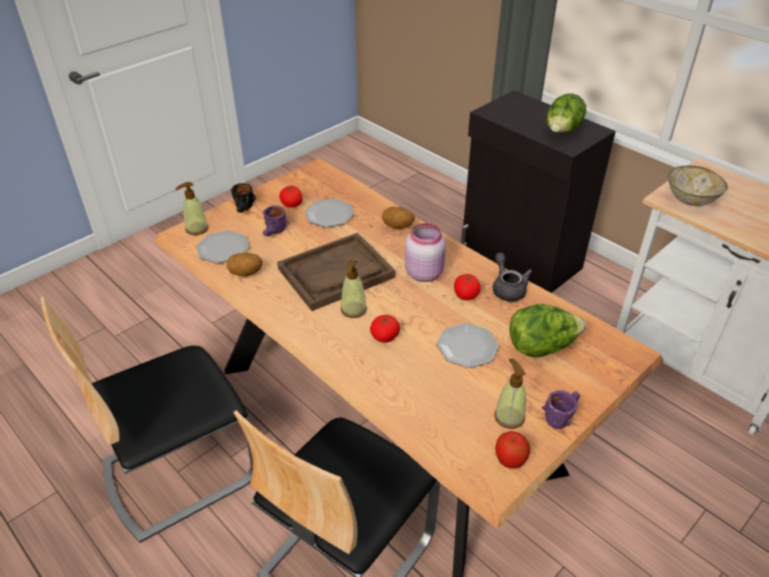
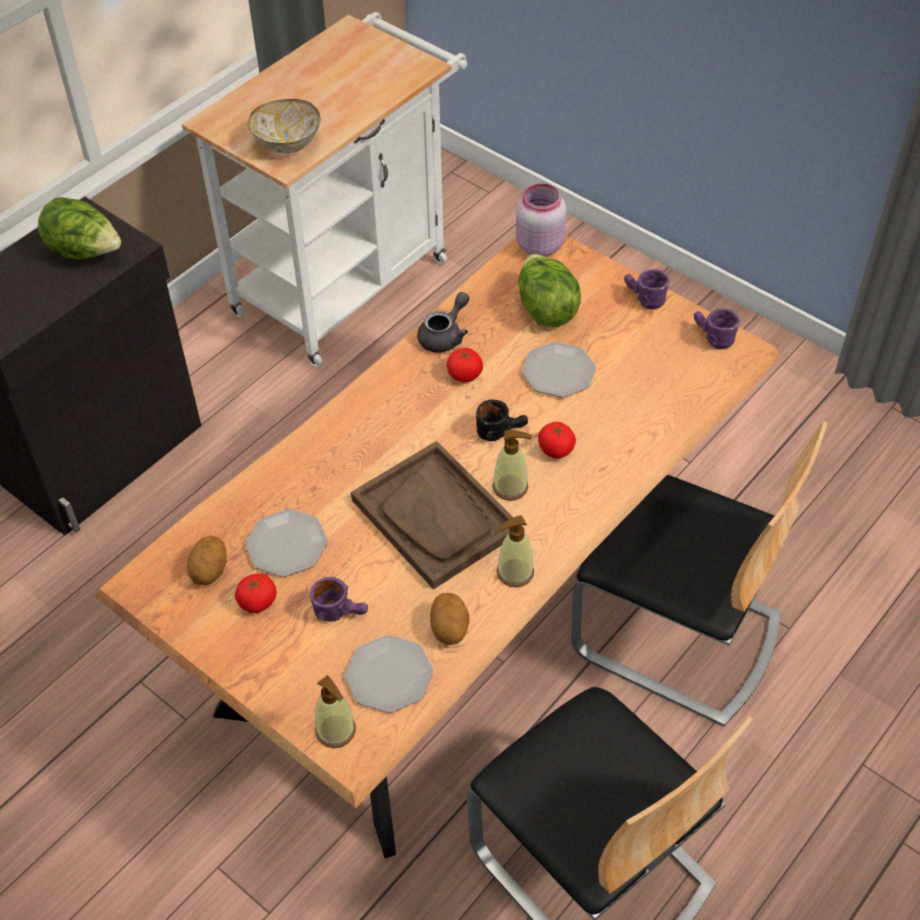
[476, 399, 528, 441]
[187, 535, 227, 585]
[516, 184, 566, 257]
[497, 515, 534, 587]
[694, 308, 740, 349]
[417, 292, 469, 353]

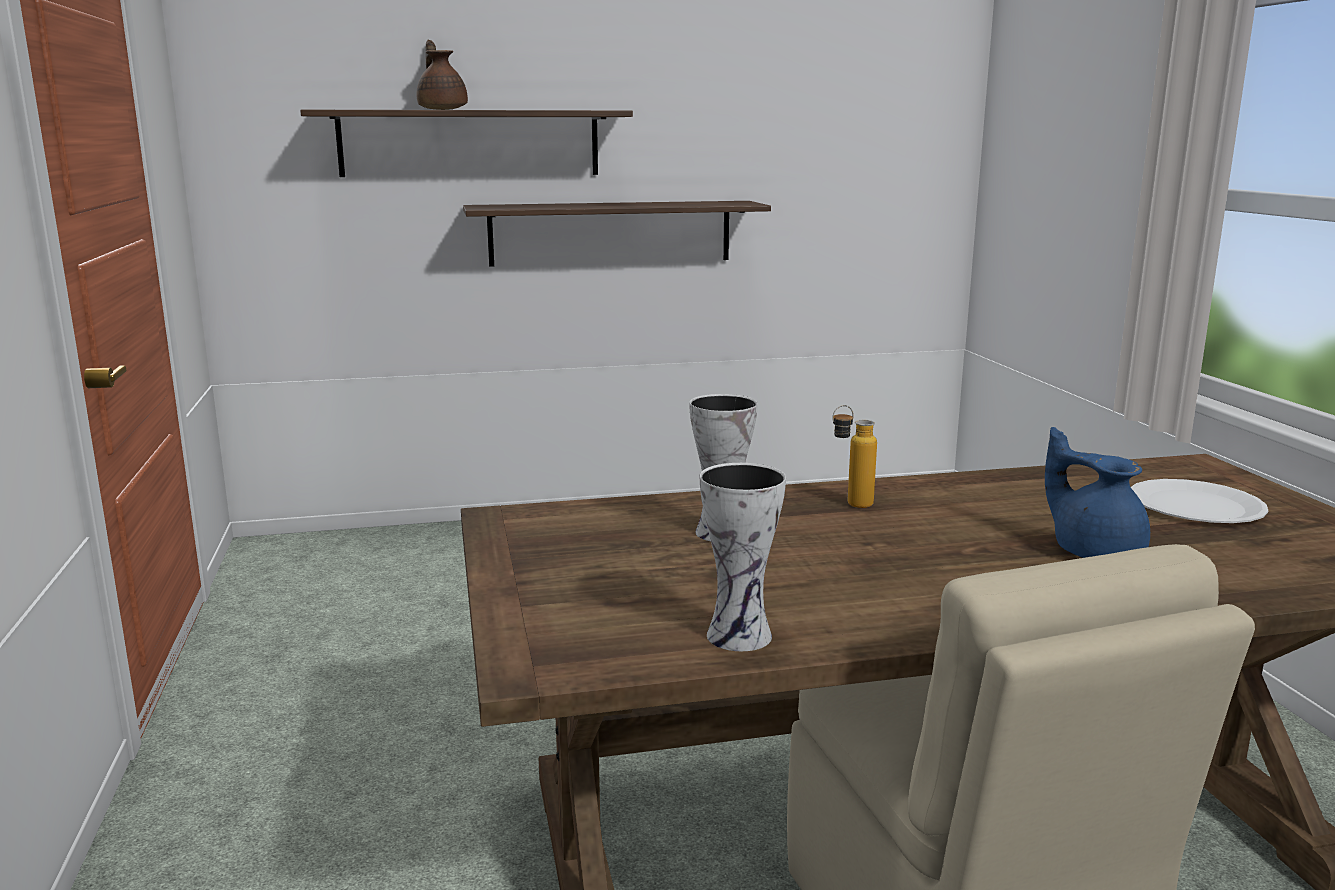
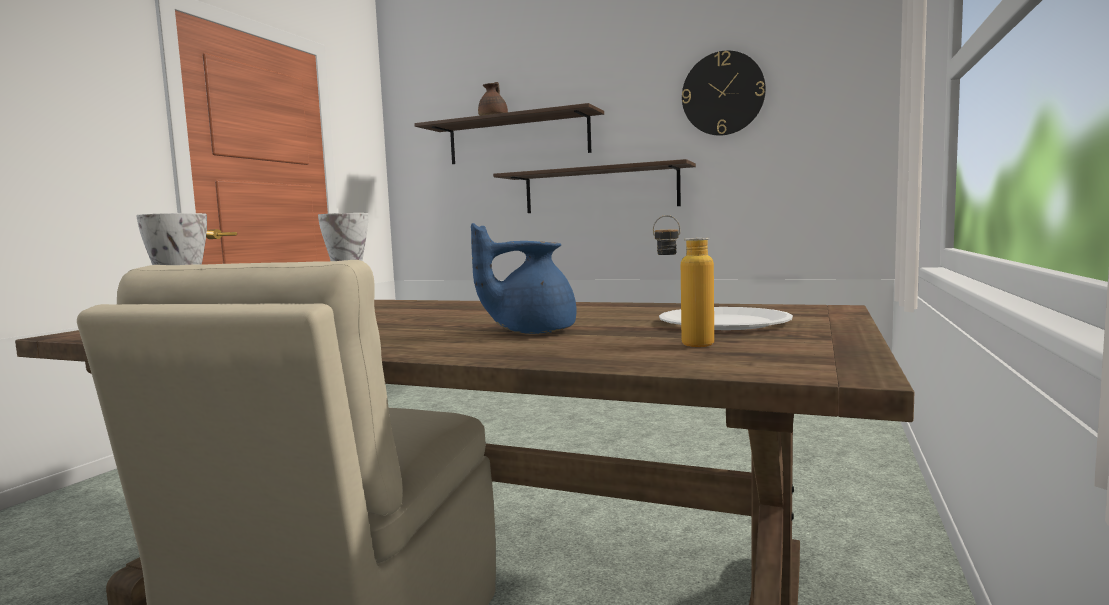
[682, 51, 766, 136]
[653, 215, 714, 347]
[471, 223, 576, 334]

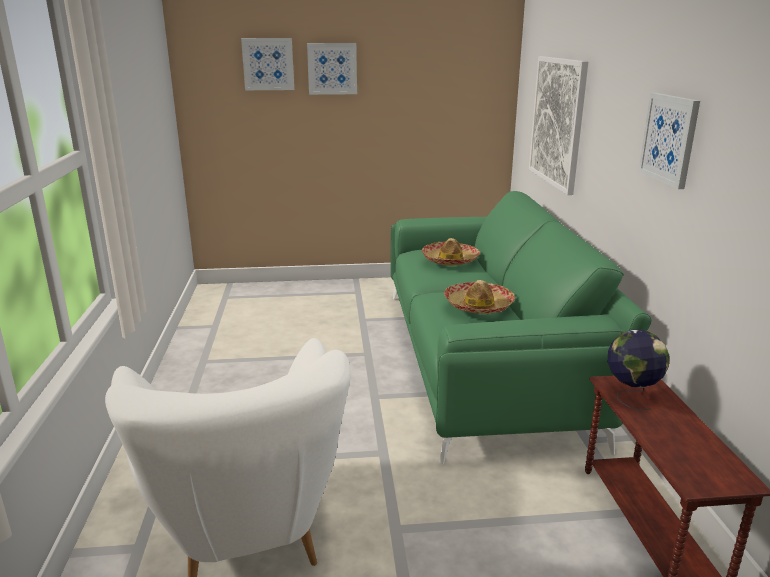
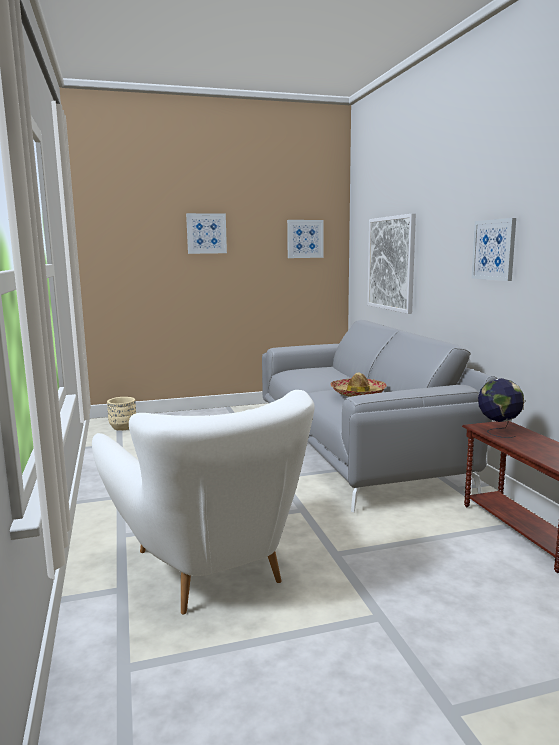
[422, 238, 480, 266] (first image)
[107, 397, 136, 431]
[287, 220, 324, 258]
[262, 320, 497, 512]

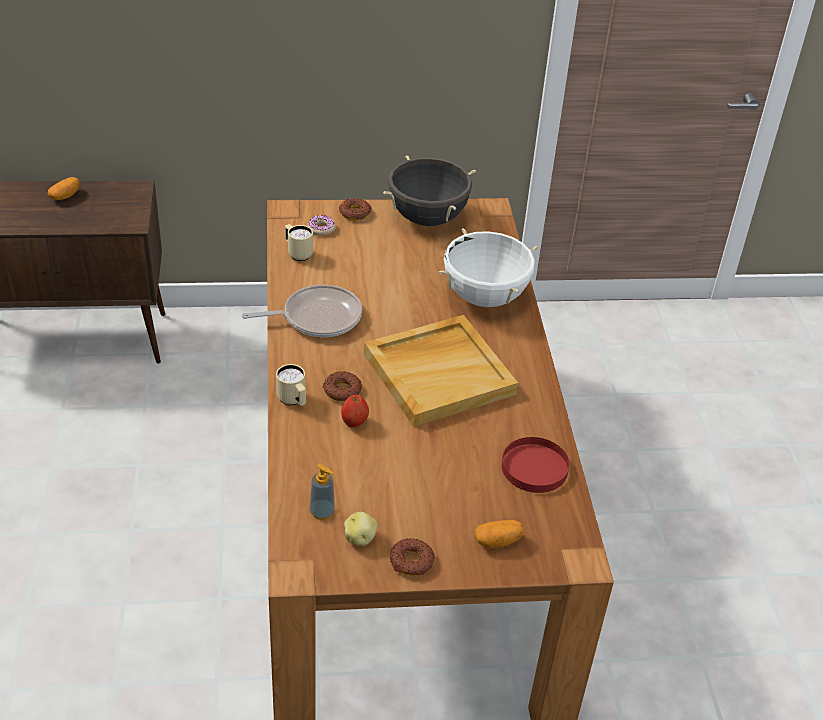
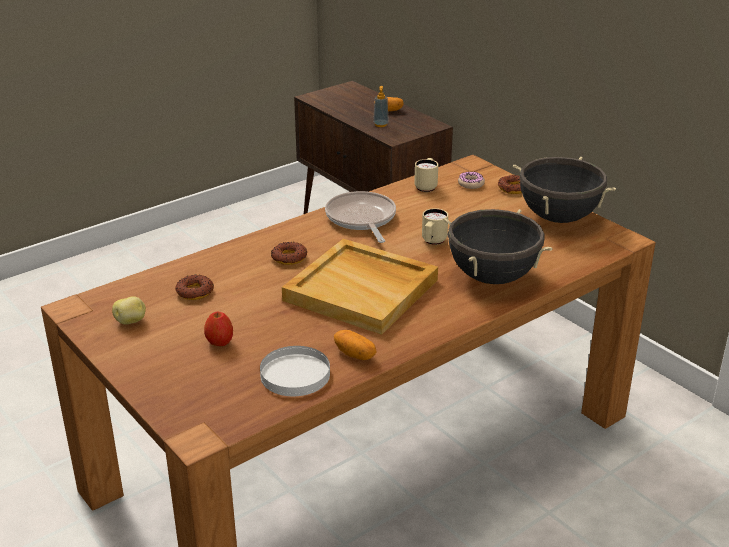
[422, 208, 448, 245]
[373, 86, 389, 127]
[204, 312, 233, 346]
[175, 275, 214, 300]
[334, 330, 377, 360]
[442, 209, 553, 284]
[260, 346, 330, 396]
[325, 191, 396, 243]

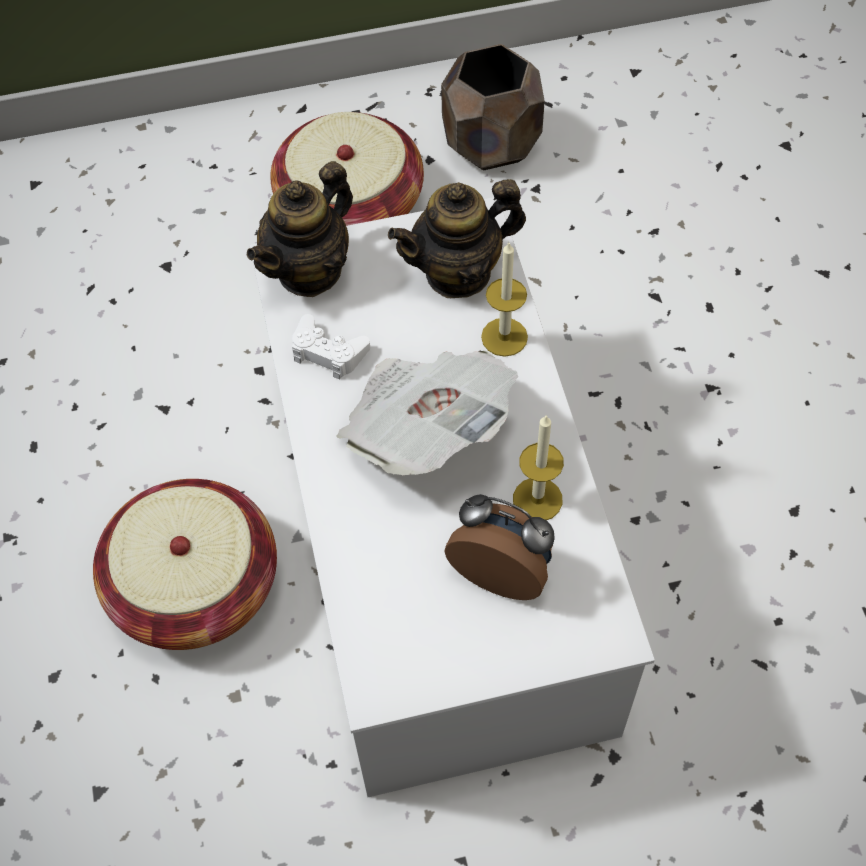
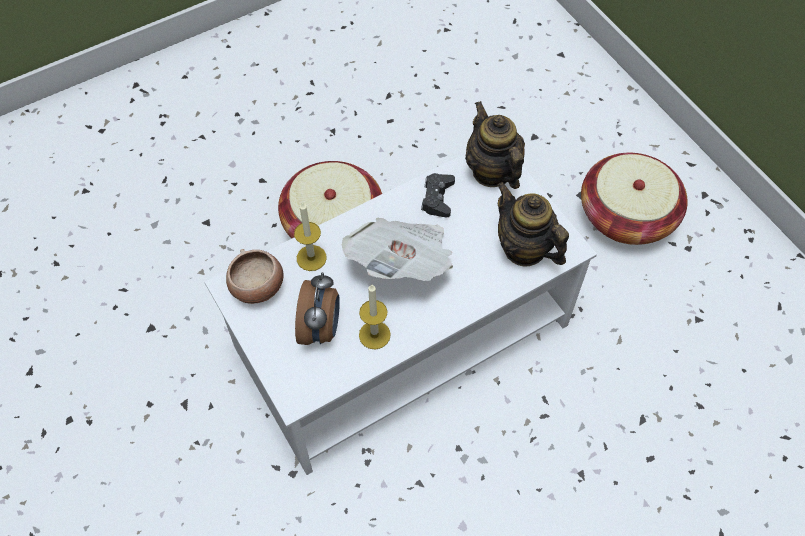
[441, 44, 545, 170] (first image)
[226, 249, 283, 304]
[294, 202, 327, 271]
[421, 173, 455, 218]
[465, 101, 525, 189]

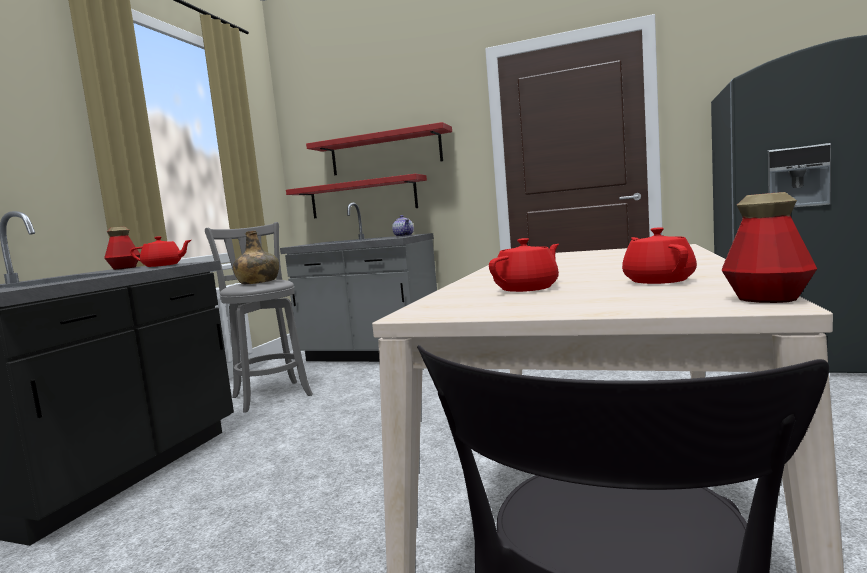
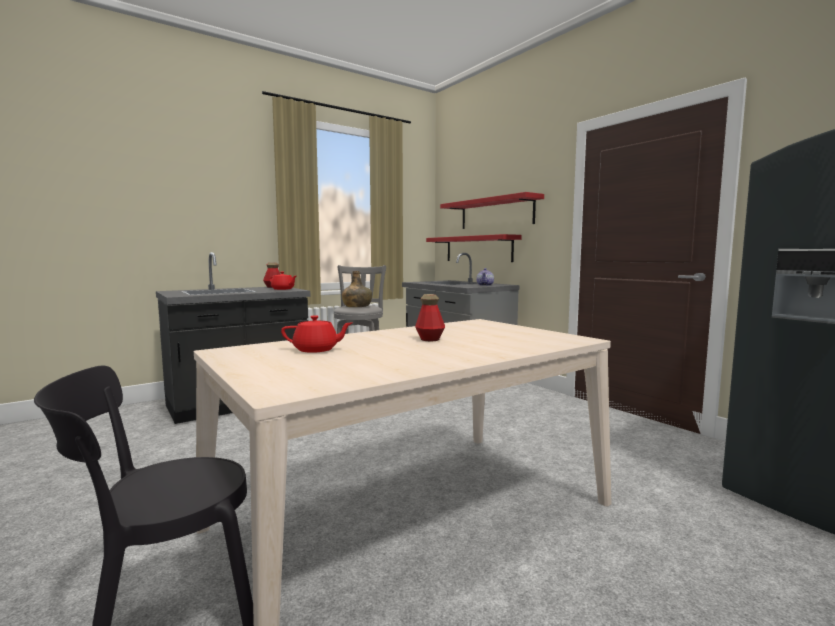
[622, 228, 697, 284] (first image)
[415, 294, 445, 341]

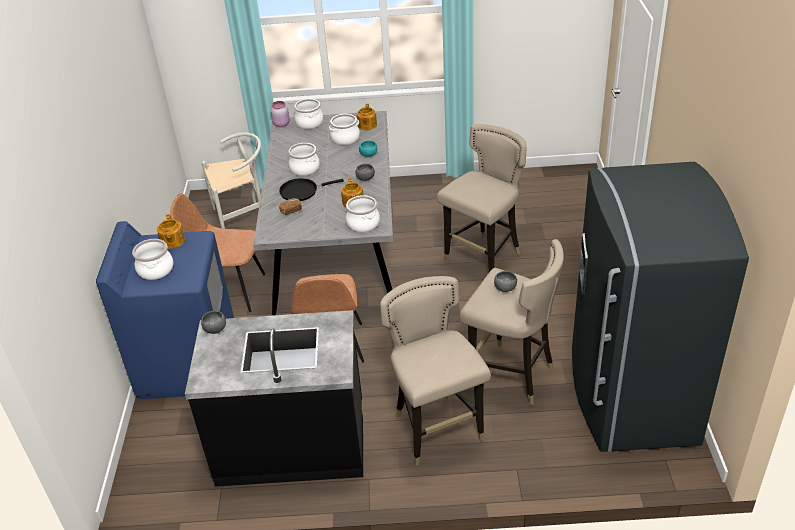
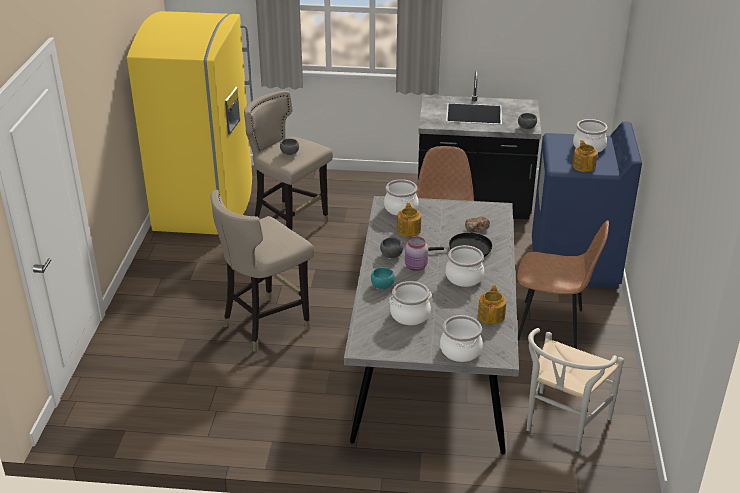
[380, 276, 491, 466] (first image)
[405, 237, 428, 271]
[478, 285, 507, 324]
[127, 11, 253, 235]
[527, 328, 624, 452]

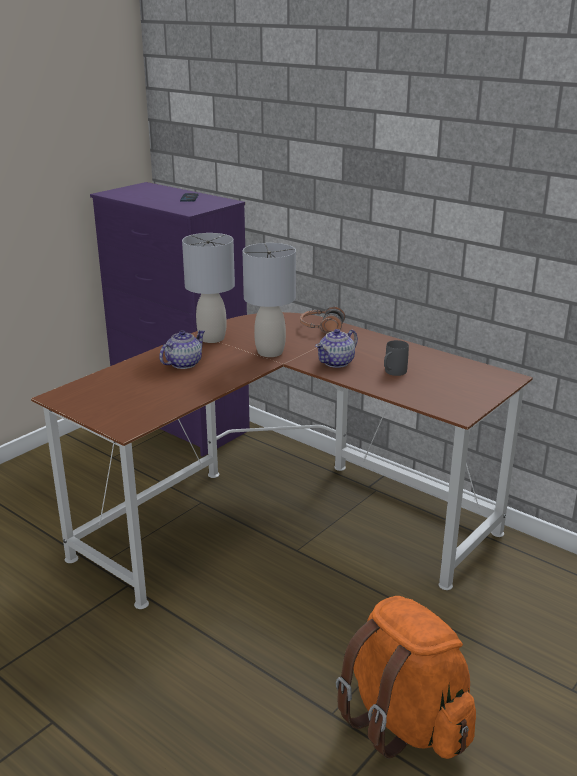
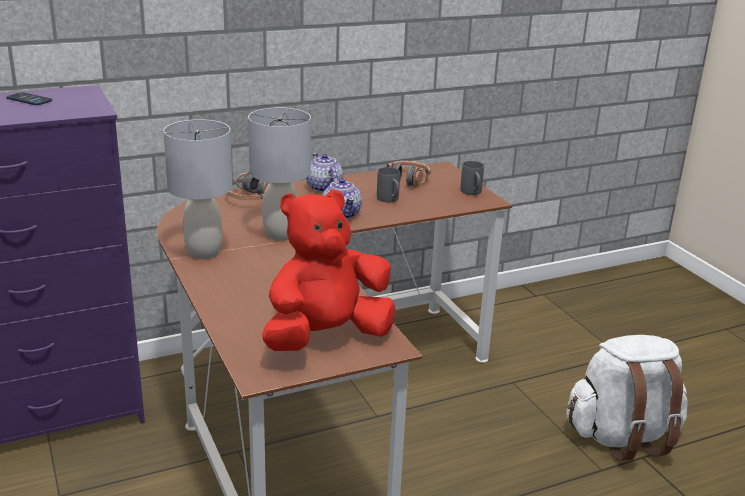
[262, 189, 395, 351]
[386, 161, 431, 187]
[460, 161, 484, 195]
[306, 153, 343, 192]
[566, 335, 687, 461]

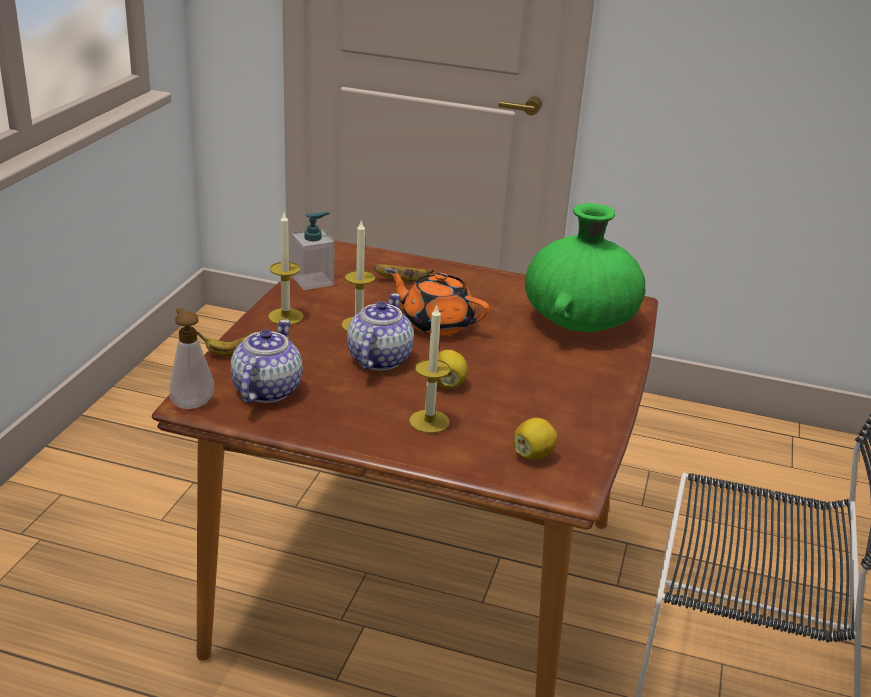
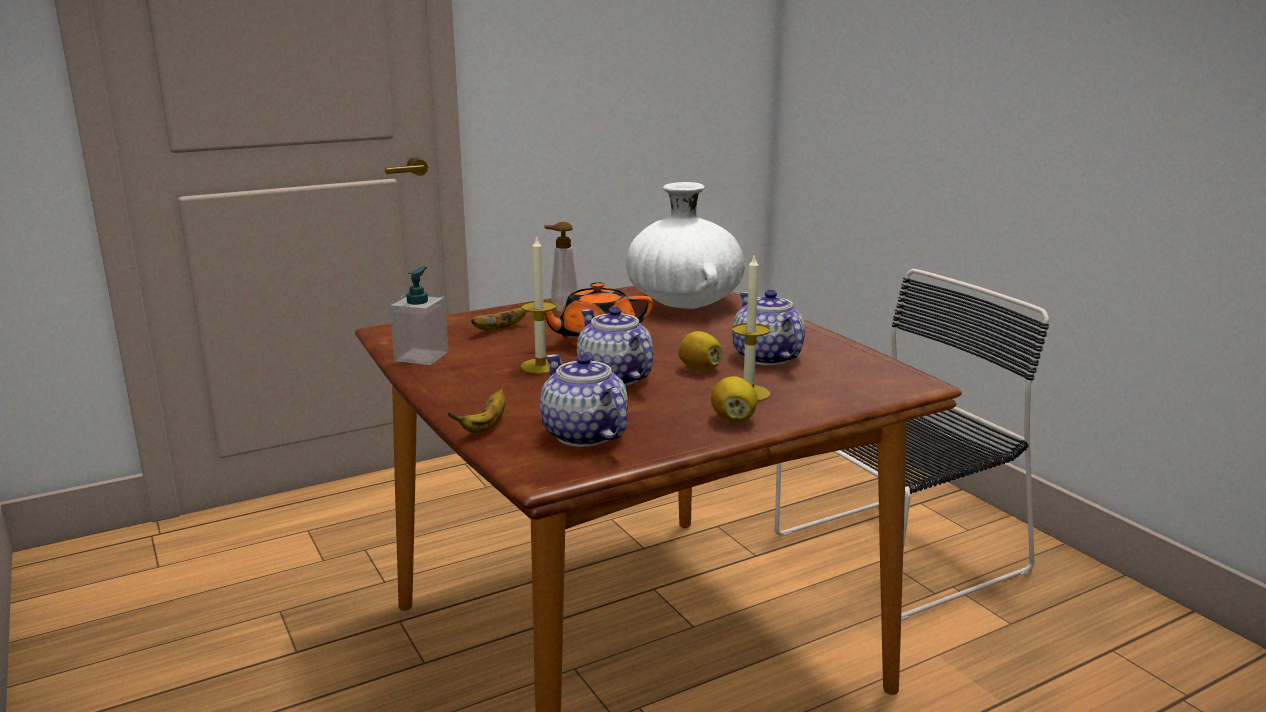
[268, 213, 304, 325] (first image)
[732, 290, 805, 366]
[544, 222, 578, 312]
[711, 376, 758, 423]
[626, 182, 745, 309]

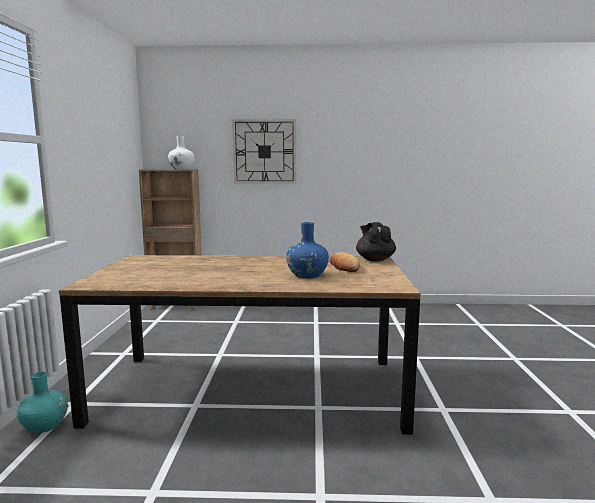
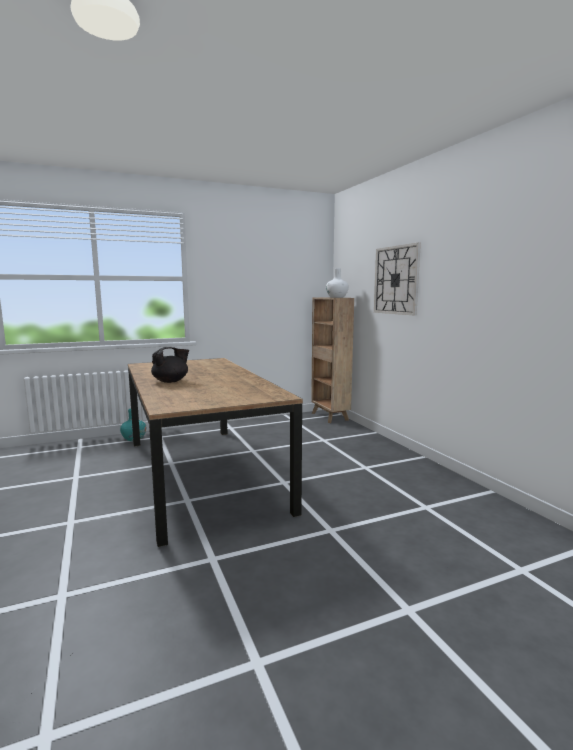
[286, 222, 329, 279] (first image)
[330, 252, 360, 272] (first image)
[151, 347, 189, 383]

